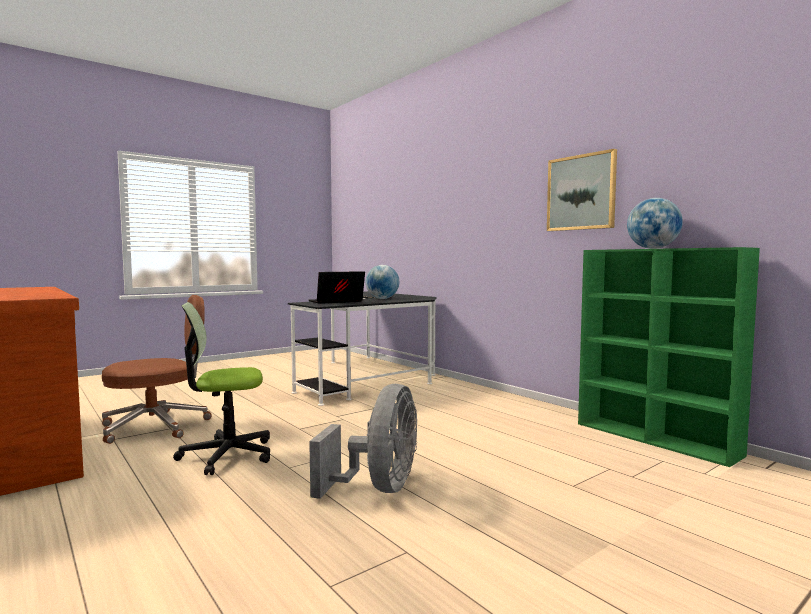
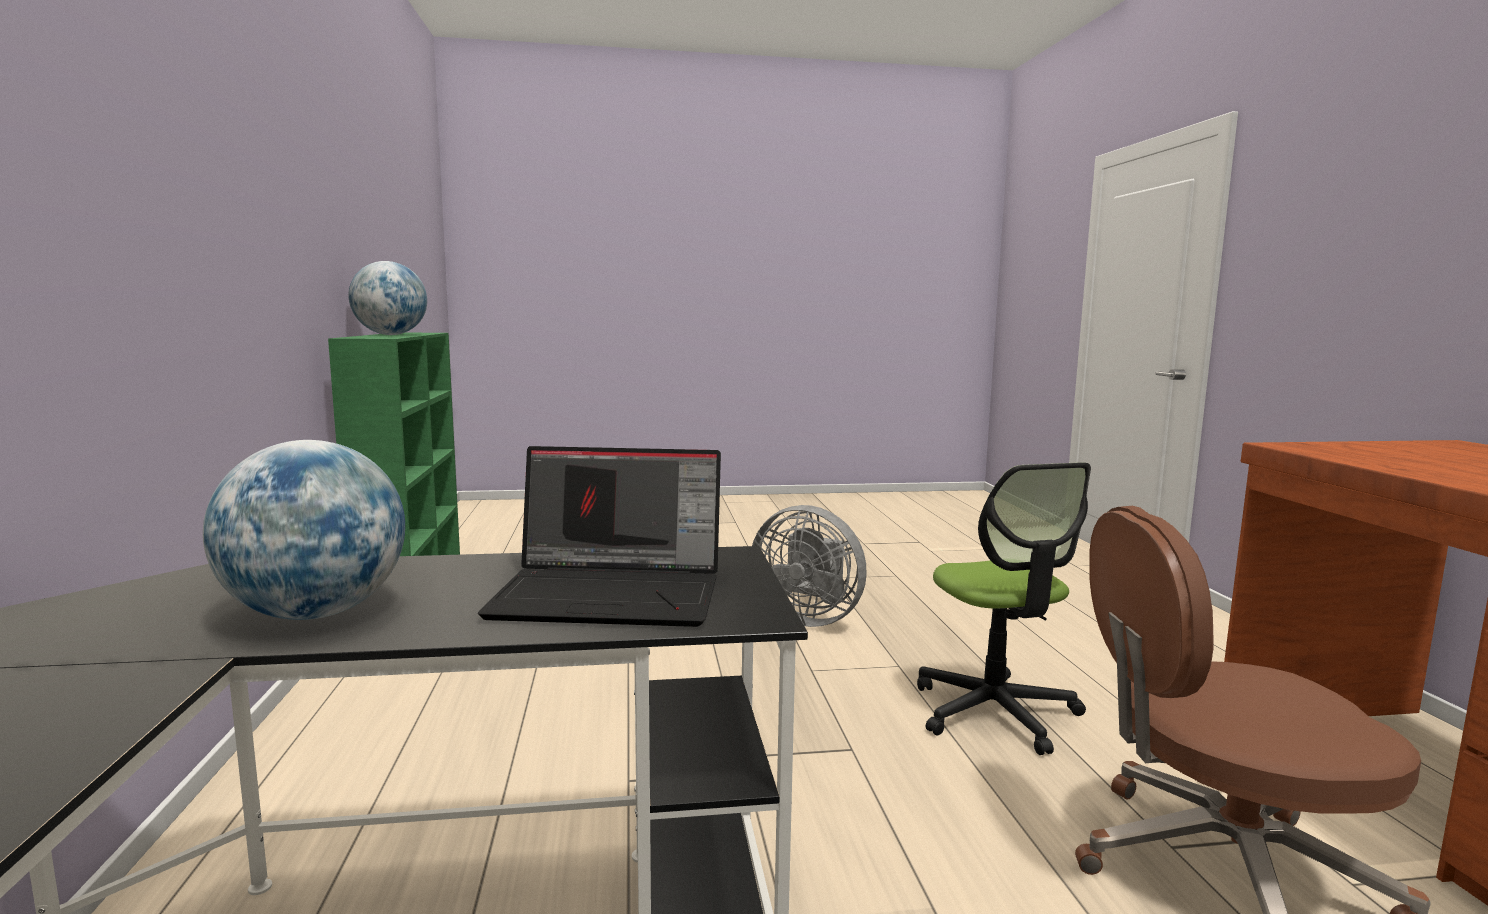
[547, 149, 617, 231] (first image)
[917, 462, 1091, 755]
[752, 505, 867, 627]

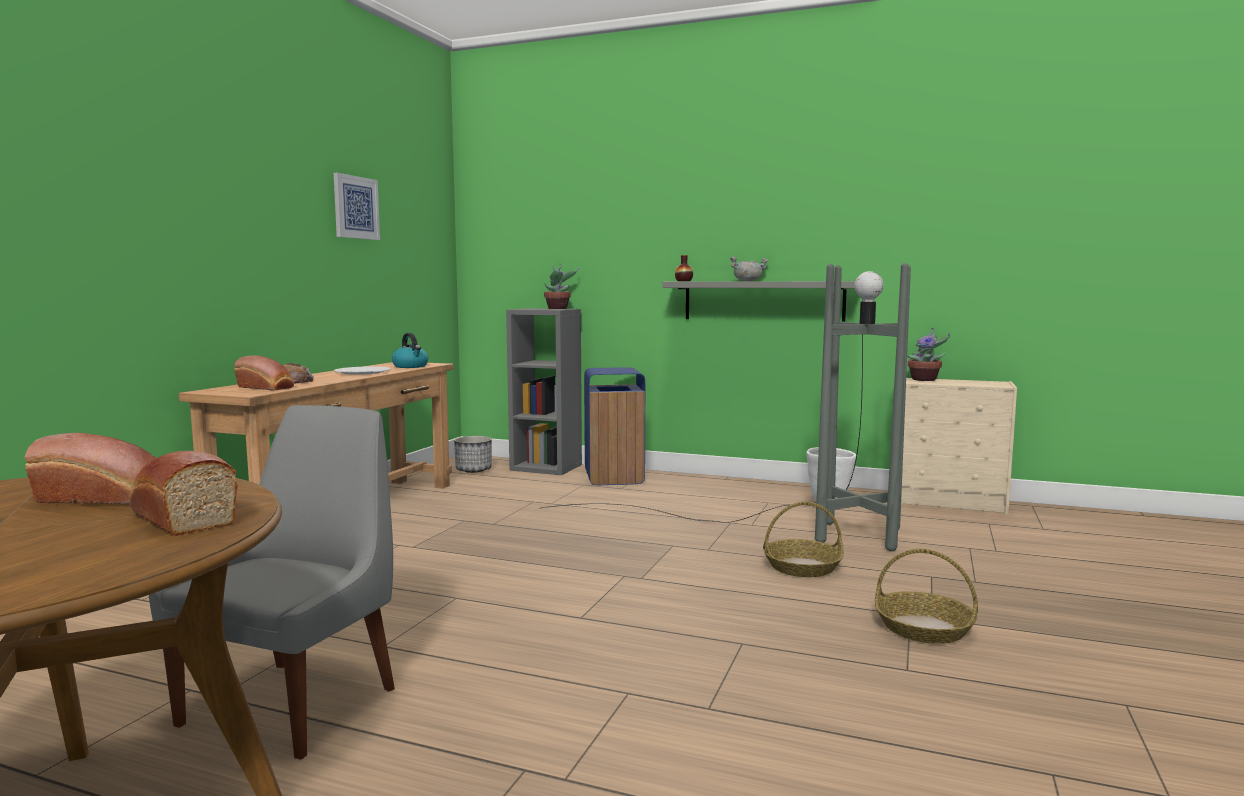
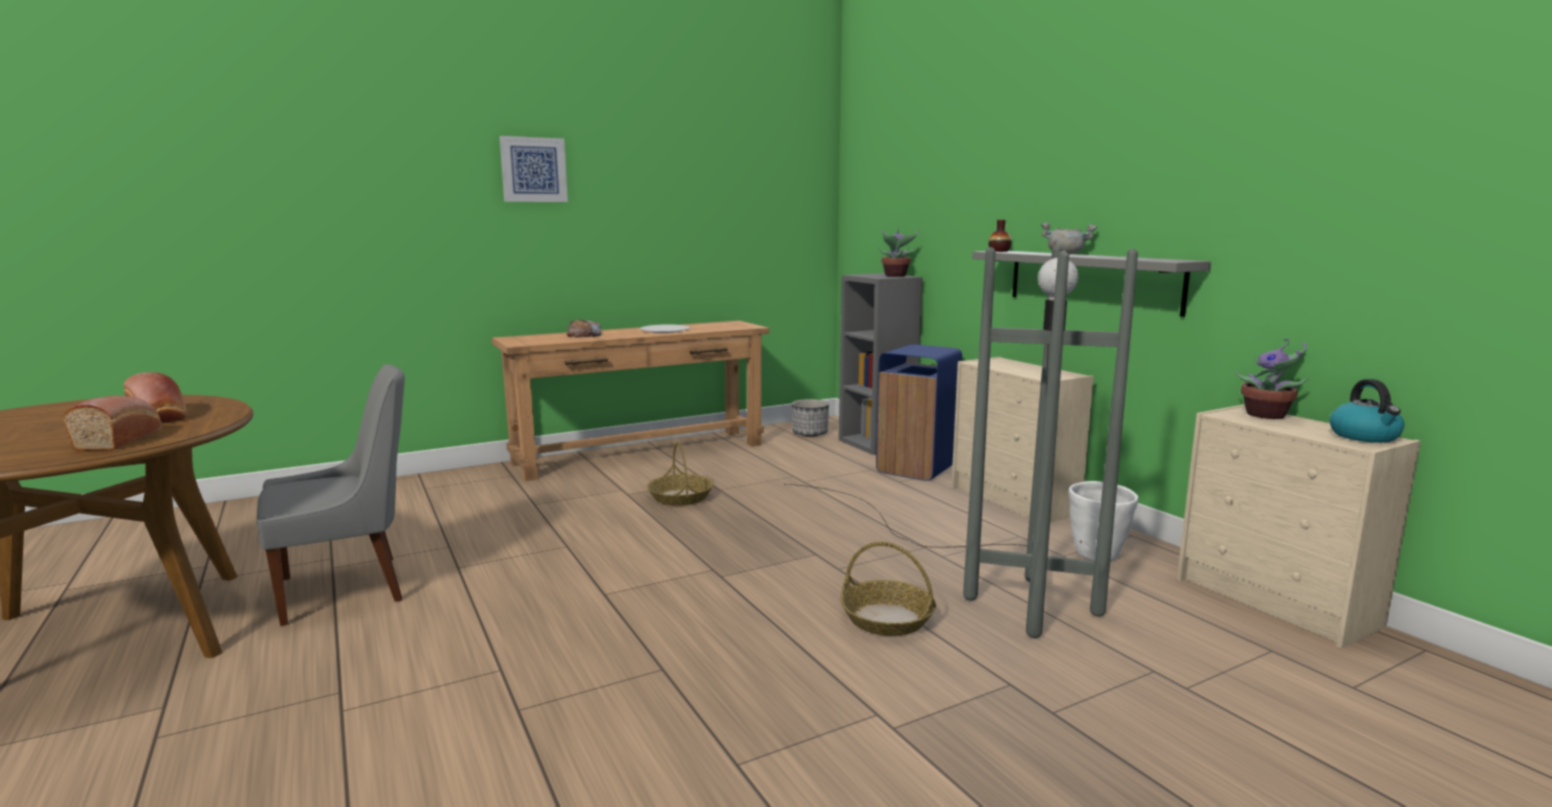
[234, 355, 294, 390] (first image)
[951, 357, 1094, 522]
[500, 136, 568, 202]
[1329, 379, 1405, 443]
[647, 442, 713, 506]

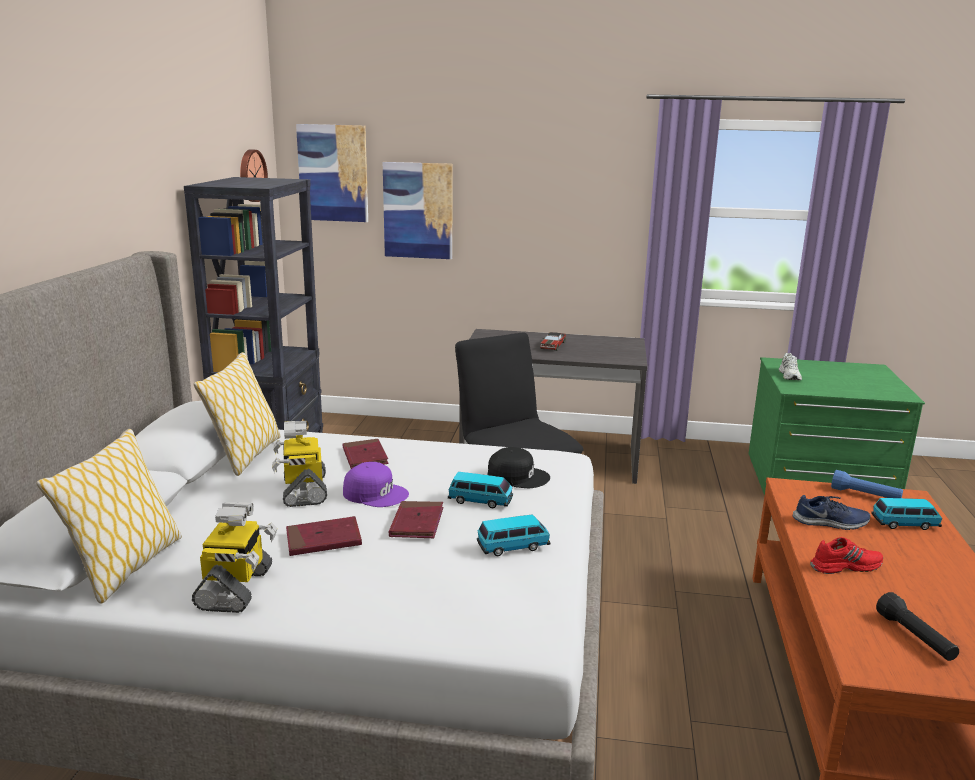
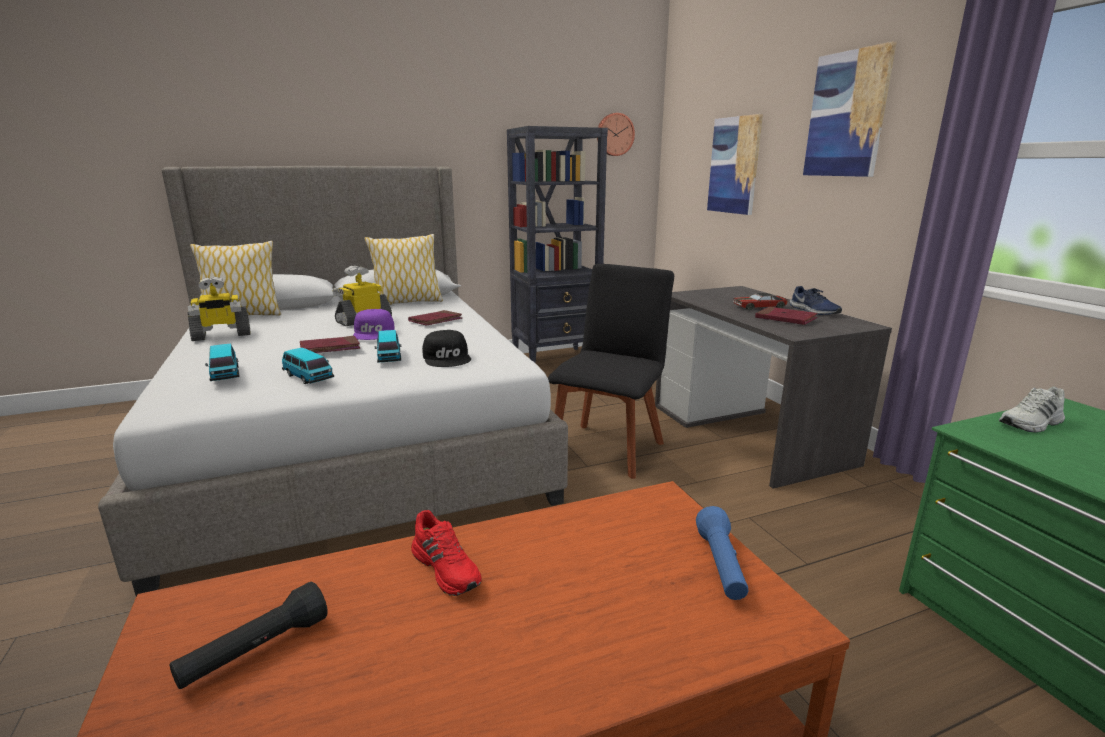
[755, 307, 818, 325]
[803, 41, 897, 177]
[790, 286, 842, 315]
[205, 344, 240, 381]

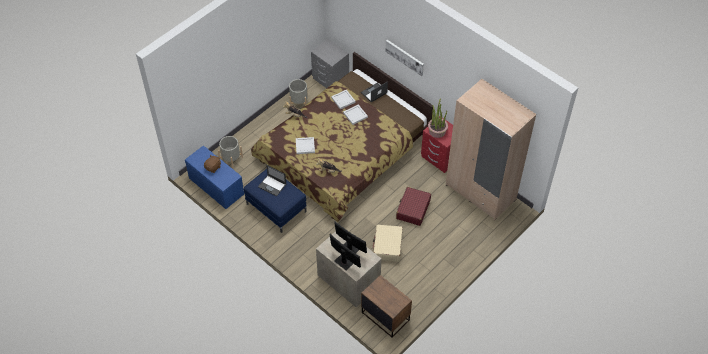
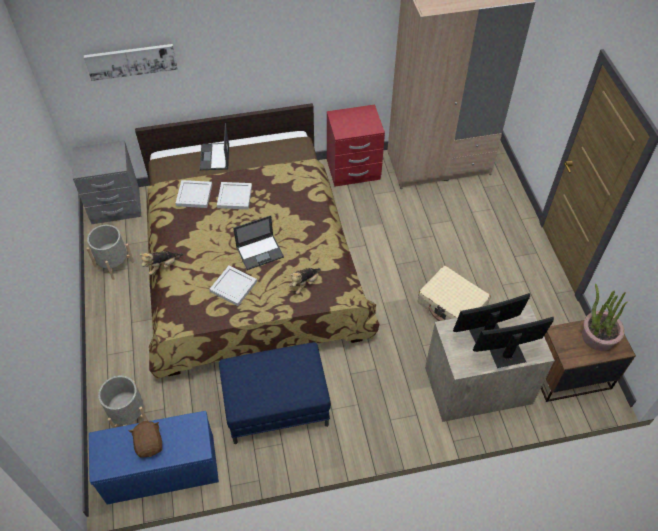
[396, 187, 431, 226] (first image)
[233, 215, 284, 270]
[84, 44, 178, 81]
[582, 284, 628, 351]

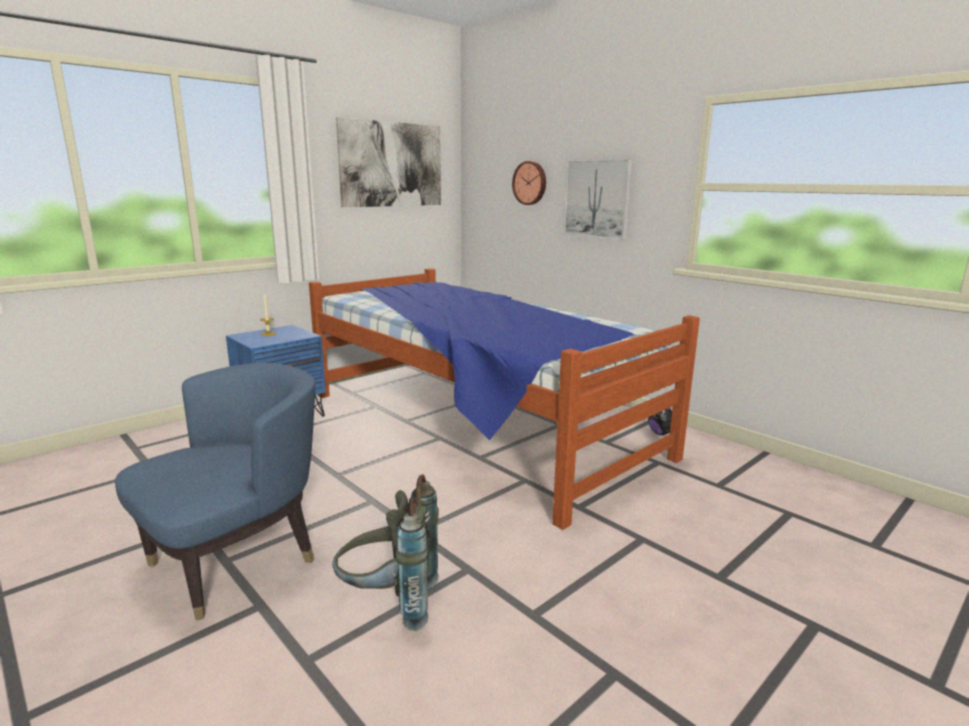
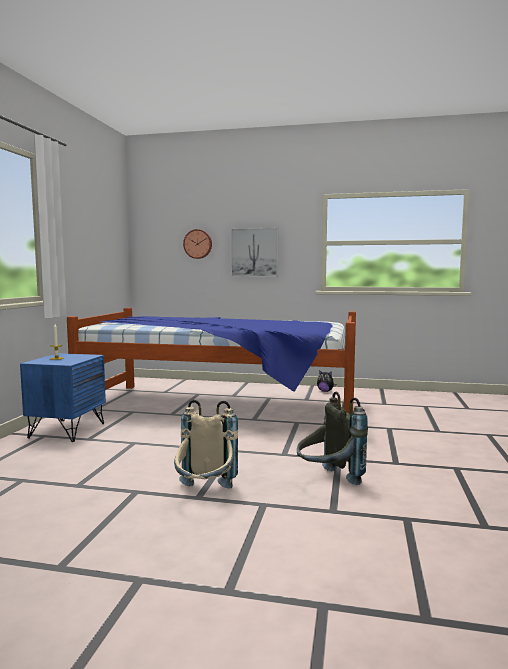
[336, 117, 441, 207] (first image)
[174, 400, 238, 489]

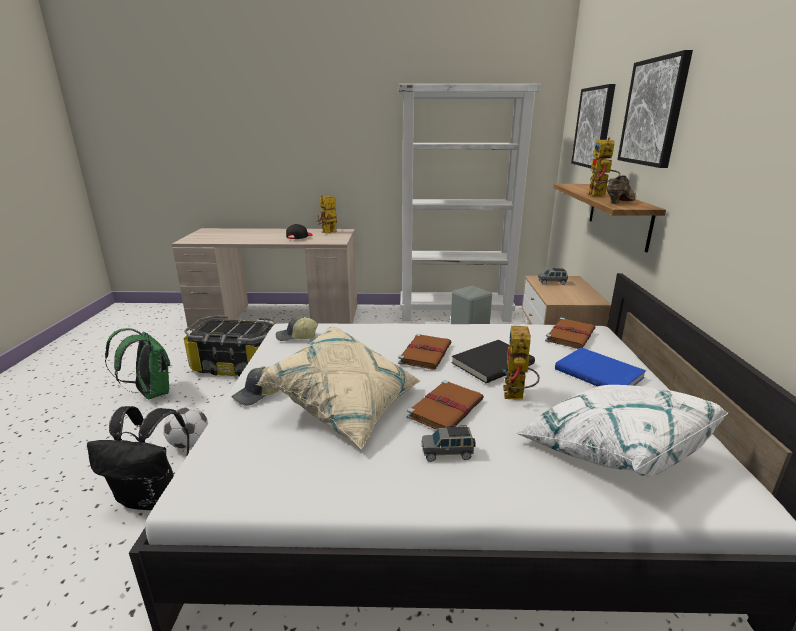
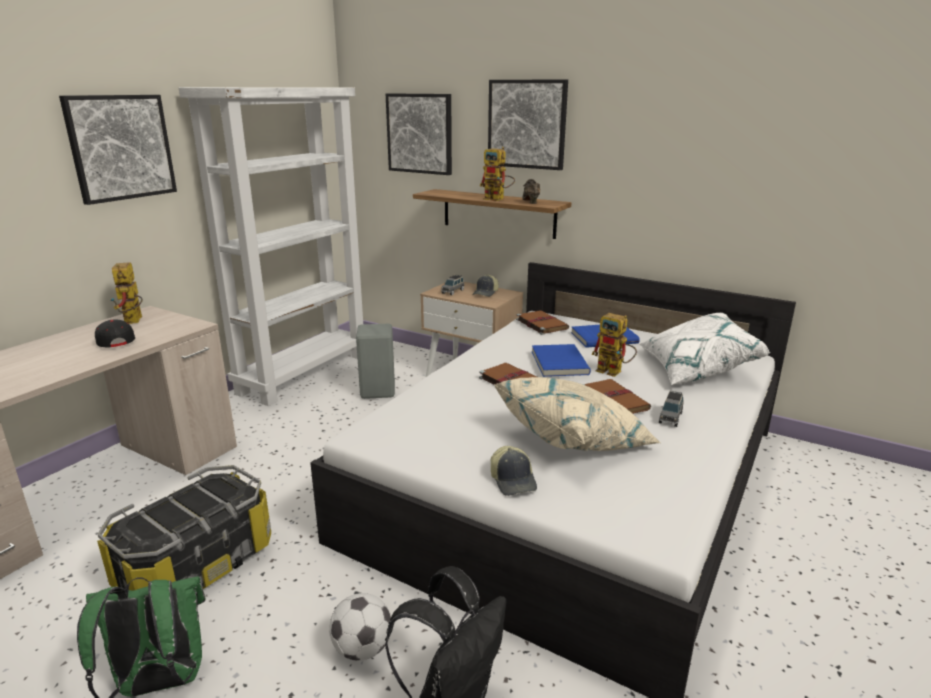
[59, 95, 177, 205]
[472, 275, 499, 297]
[532, 344, 591, 377]

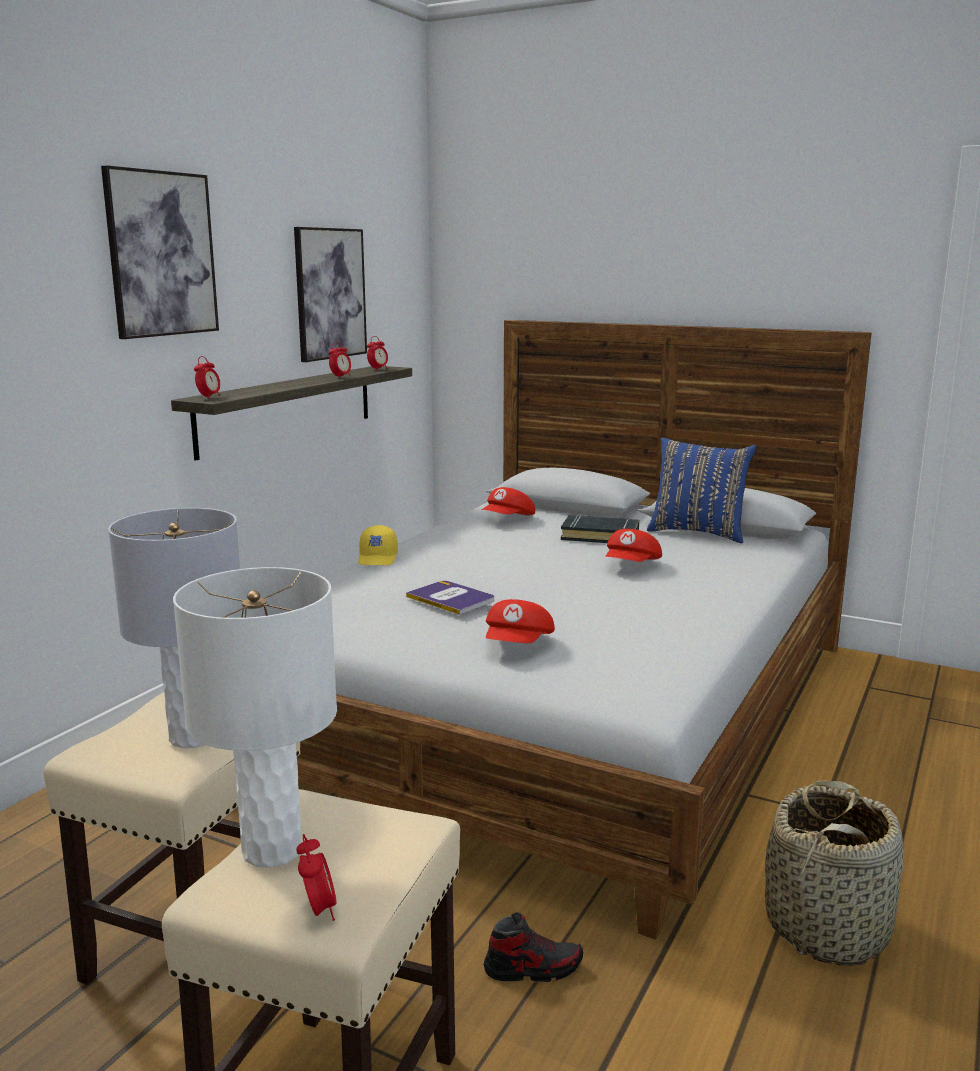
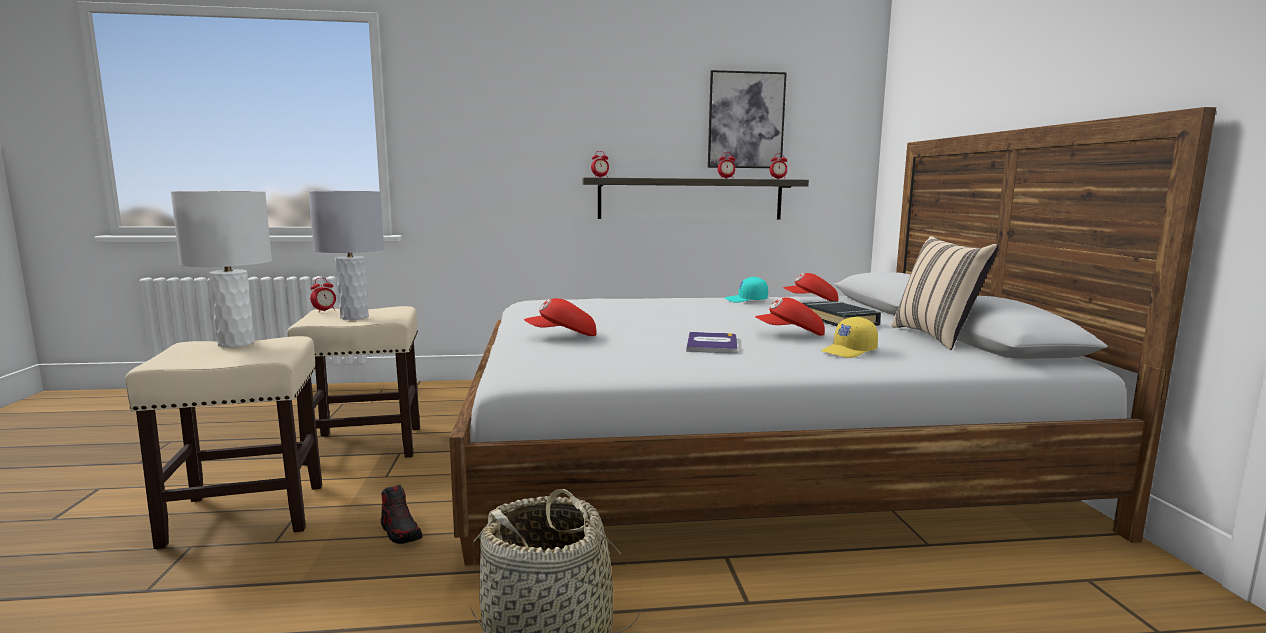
[101, 165, 219, 339] (first image)
[725, 277, 768, 303]
[310, 278, 336, 312]
[821, 317, 878, 358]
[686, 332, 738, 353]
[891, 236, 998, 350]

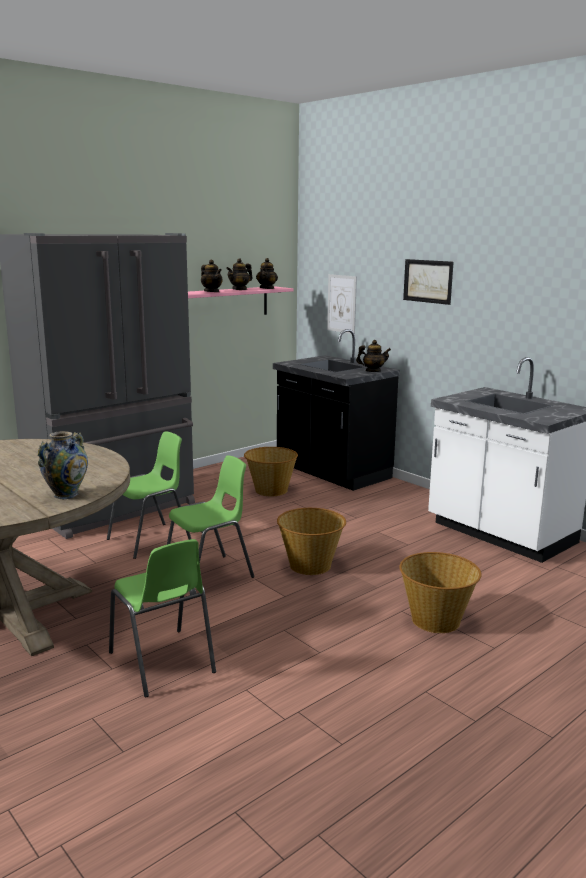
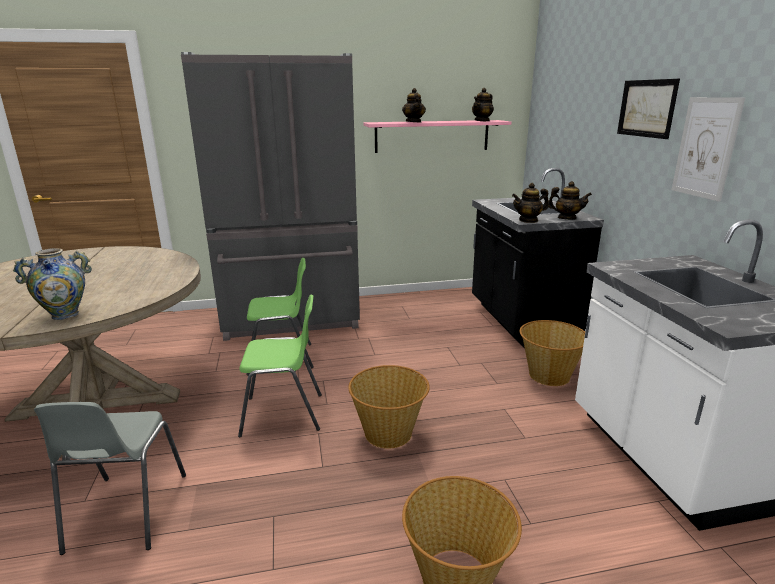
[512, 183, 549, 223]
[520, 320, 585, 386]
[672, 97, 745, 202]
[34, 402, 186, 555]

